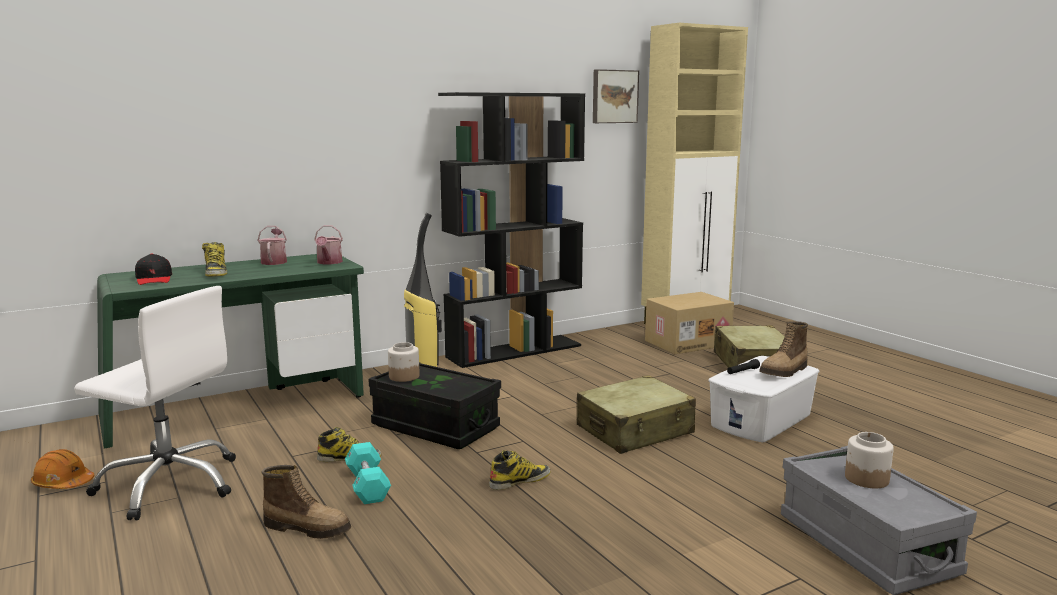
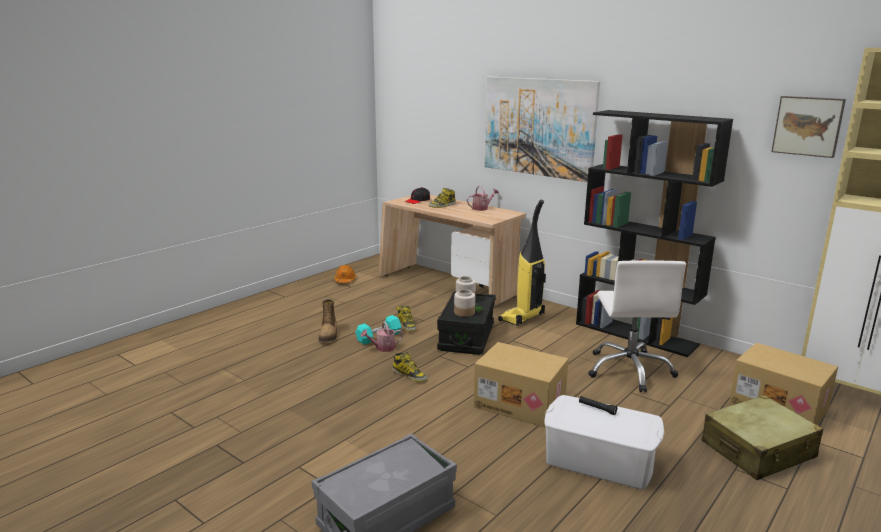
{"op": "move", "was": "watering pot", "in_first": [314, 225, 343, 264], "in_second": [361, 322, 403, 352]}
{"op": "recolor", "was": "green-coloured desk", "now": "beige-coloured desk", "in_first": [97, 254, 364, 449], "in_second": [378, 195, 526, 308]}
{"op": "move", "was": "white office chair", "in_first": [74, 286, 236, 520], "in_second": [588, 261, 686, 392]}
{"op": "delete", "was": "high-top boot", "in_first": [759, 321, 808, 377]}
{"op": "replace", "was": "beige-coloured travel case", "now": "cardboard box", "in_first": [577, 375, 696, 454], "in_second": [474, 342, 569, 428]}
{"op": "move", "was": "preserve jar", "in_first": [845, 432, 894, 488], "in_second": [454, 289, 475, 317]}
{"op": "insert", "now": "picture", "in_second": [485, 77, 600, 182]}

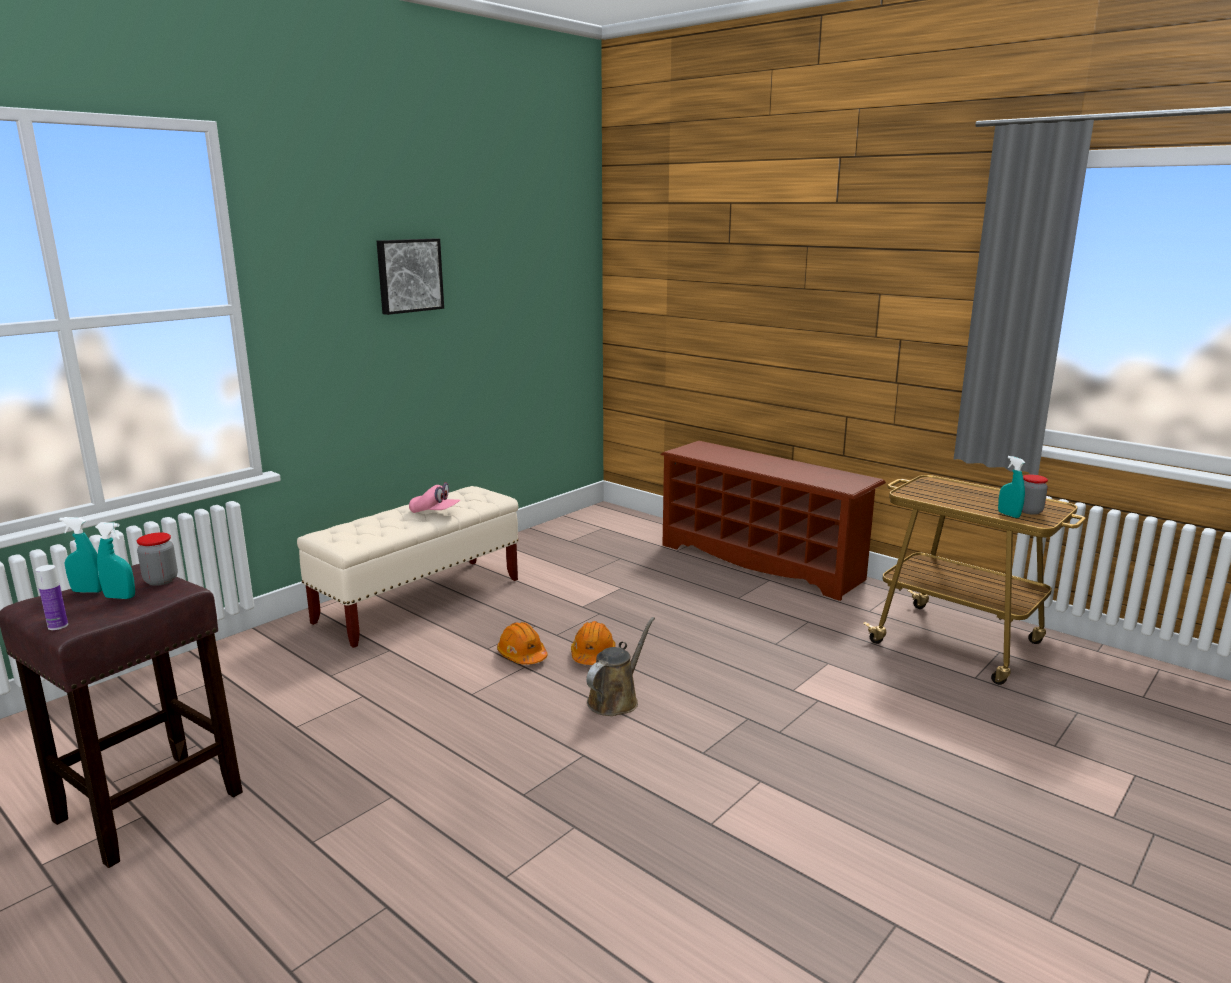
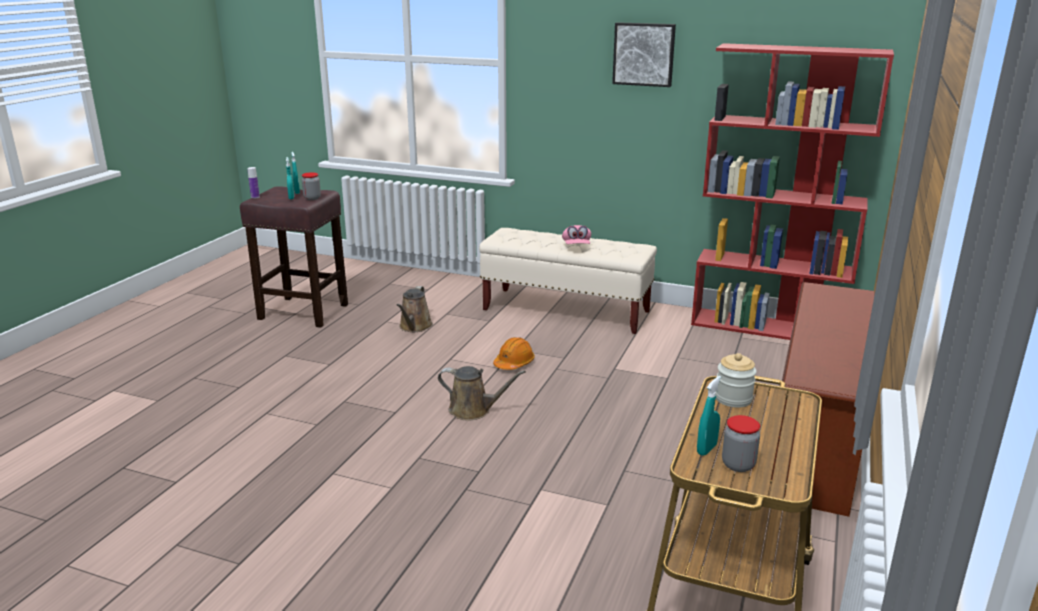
{"op": "delete", "was": "orange work helmet", "in_first": [571, 621, 616, 665]}
{"op": "insert", "now": "reddish shelving unit", "in_second": [691, 43, 894, 340]}
{"op": "insert", "now": "brownish watering pot", "in_second": [397, 286, 433, 332]}
{"op": "insert", "now": "preserve jar", "in_second": [715, 353, 757, 408]}

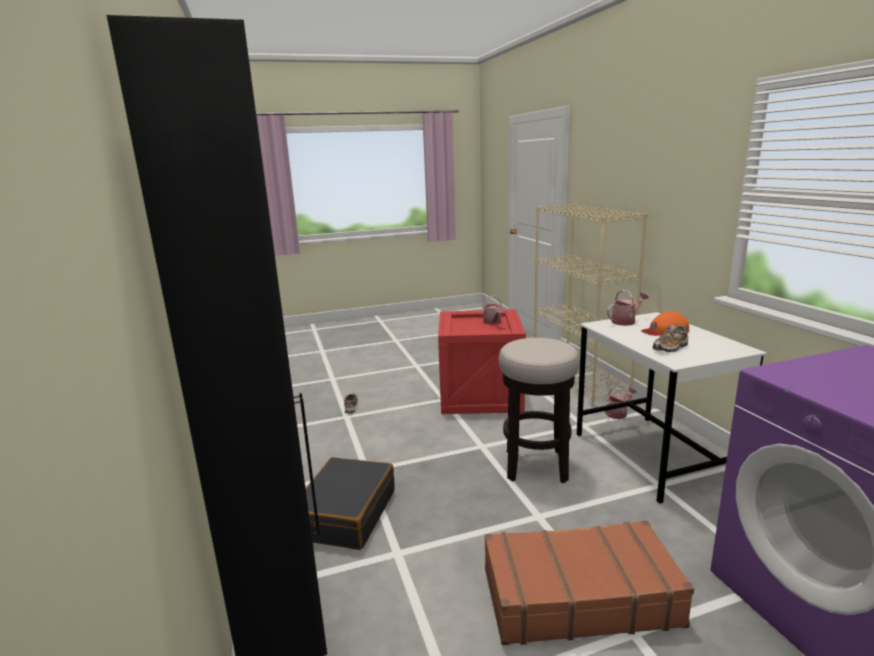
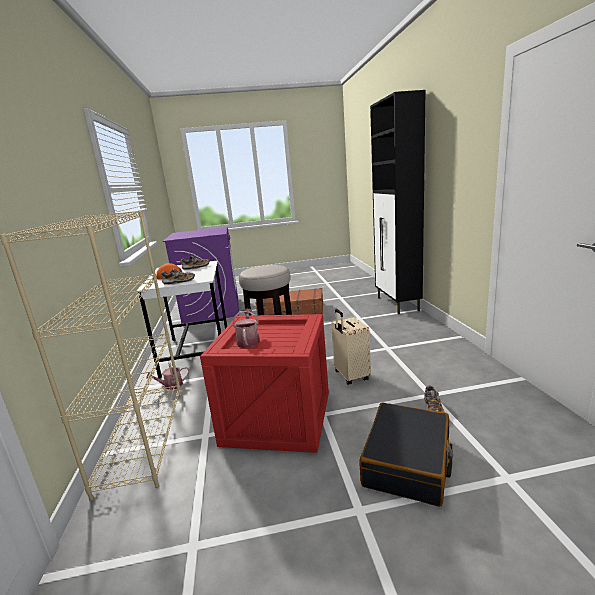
{"op": "replace", "was": "watering pot", "now": "item of footwear", "in_first": [607, 290, 649, 326], "in_second": [160, 268, 195, 285]}
{"op": "move", "was": "black travel case", "in_first": [306, 457, 395, 550], "in_second": [359, 403, 453, 507]}
{"op": "insert", "now": "beige-coloured travel case", "in_second": [331, 309, 371, 385]}

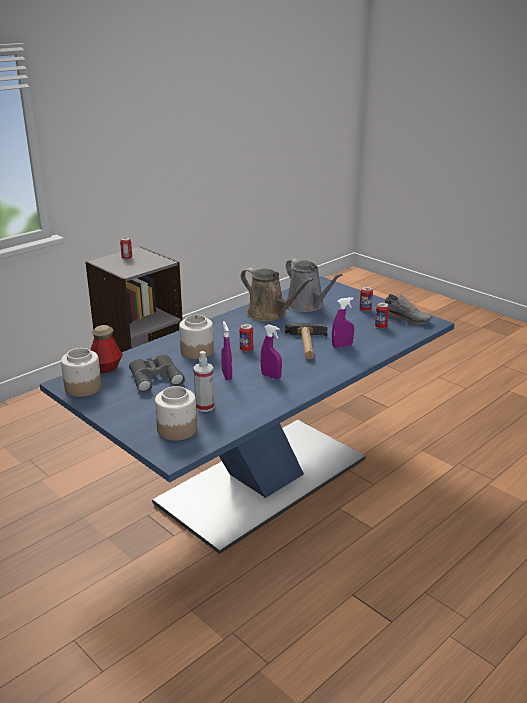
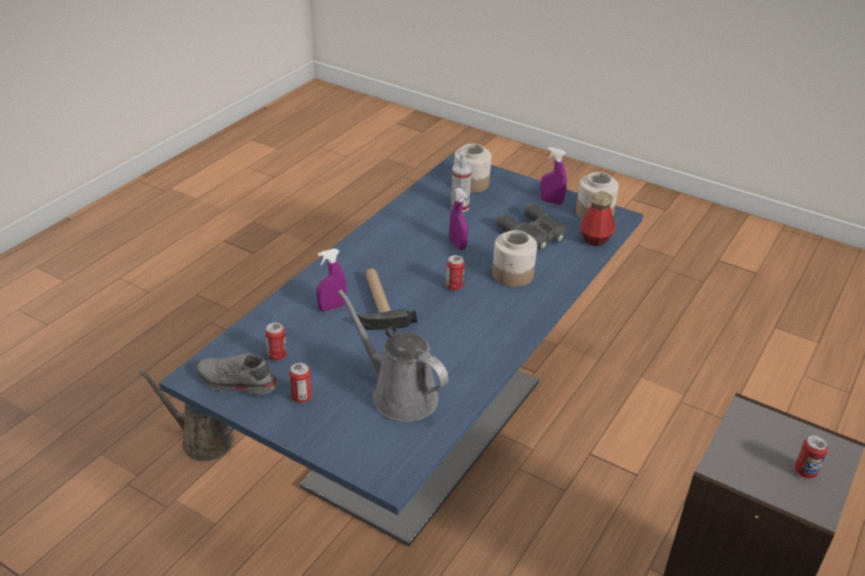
{"op": "move", "was": "brownish watering pot", "in_first": [241, 268, 314, 321], "in_second": [139, 370, 234, 461]}
{"op": "move", "was": "purple spray bottle", "in_first": [260, 324, 282, 379], "in_second": [540, 147, 567, 205]}

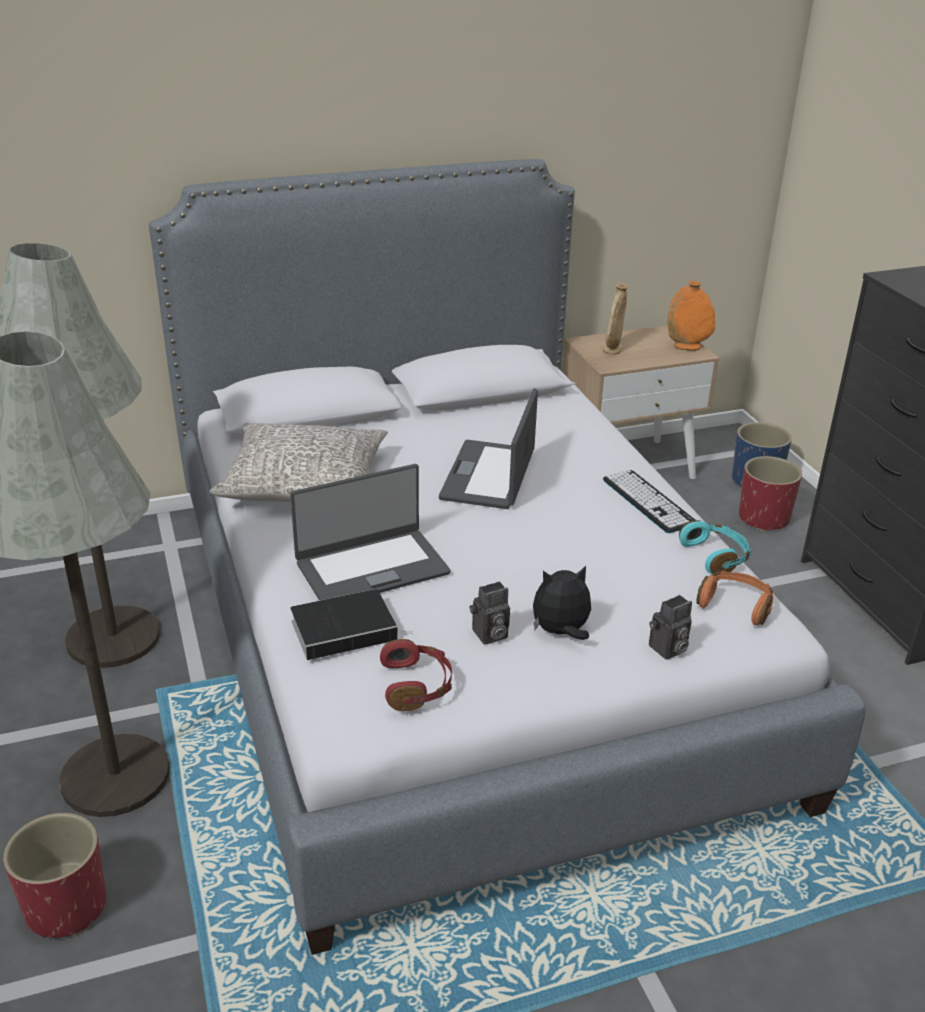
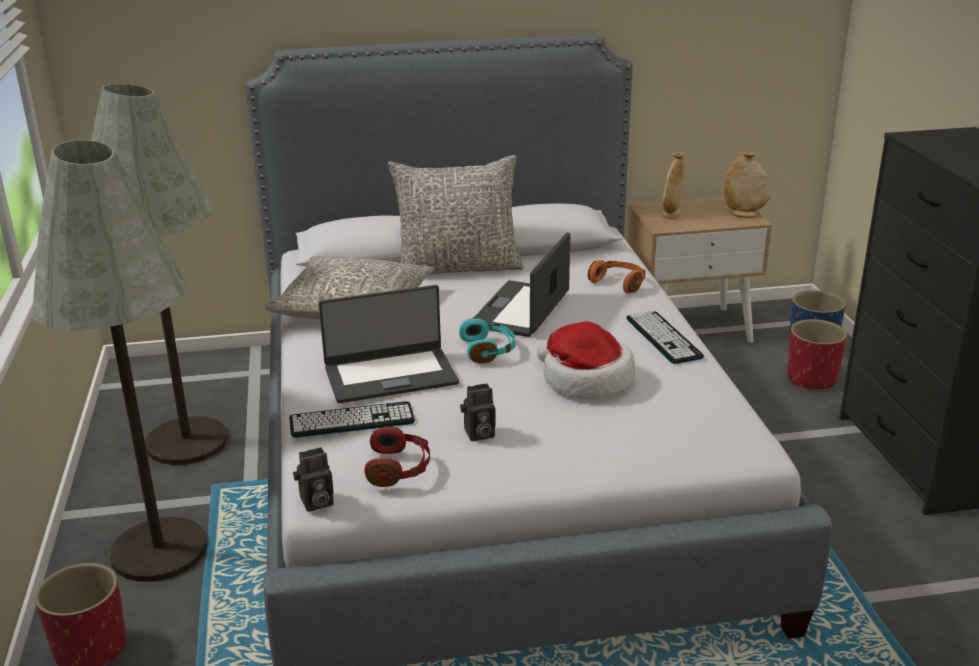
{"op": "recolor", "was": "orange vase", "now": "beige-coloured vase", "in_first": [667, 281, 715, 351], "in_second": [724, 152, 770, 218]}
{"op": "move", "was": "blue-green headset", "in_first": [679, 520, 752, 574], "in_second": [459, 318, 515, 364]}
{"op": "delete", "was": "soft toy", "in_first": [533, 566, 591, 640]}
{"op": "move", "was": "orange headset", "in_first": [696, 571, 773, 625], "in_second": [588, 260, 645, 293]}
{"op": "replace", "was": "book", "now": "computer keyboard", "in_first": [290, 589, 413, 660], "in_second": [289, 401, 415, 438]}
{"op": "move", "was": "photo camera", "in_first": [649, 595, 692, 660], "in_second": [293, 447, 334, 512]}
{"op": "insert", "now": "greyish cushion", "in_second": [388, 155, 524, 275]}
{"op": "insert", "now": "hat", "in_second": [537, 321, 635, 399]}

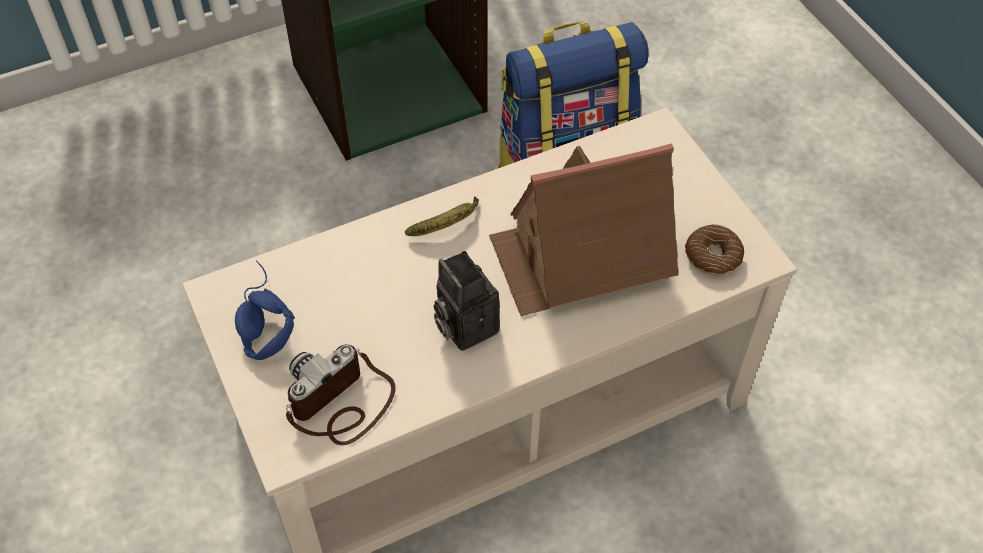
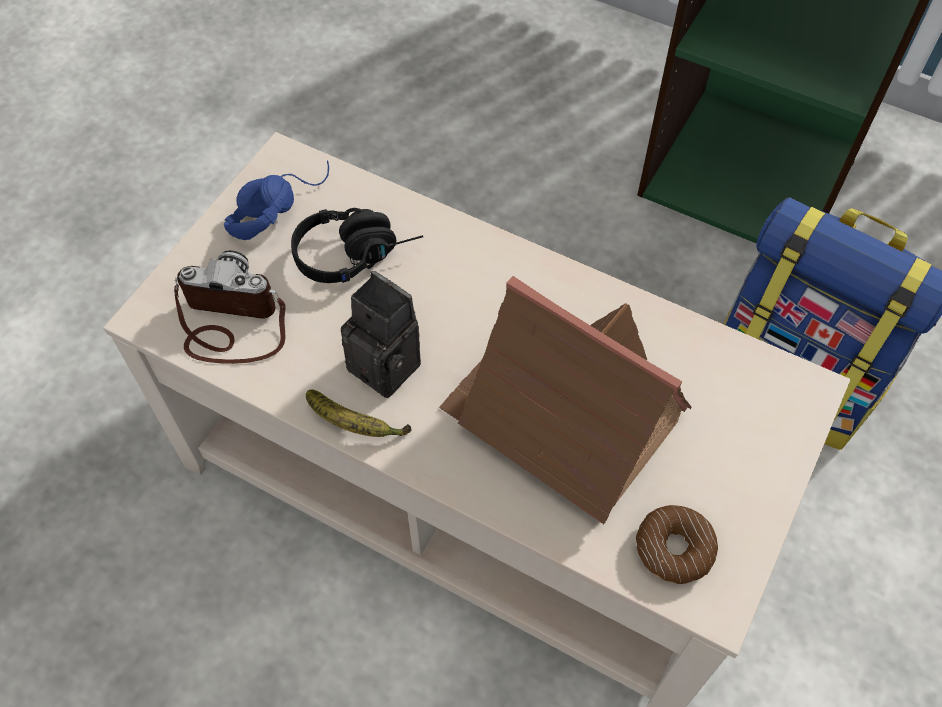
{"op": "move", "was": "banana", "in_first": [405, 196, 479, 236], "in_second": [306, 389, 412, 437]}
{"op": "rotate", "was": "photo camera", "in_first": [434, 251, 500, 351], "in_second": [341, 271, 421, 398], "clockwise": 105}
{"op": "insert", "now": "black headset", "in_second": [291, 208, 423, 283]}

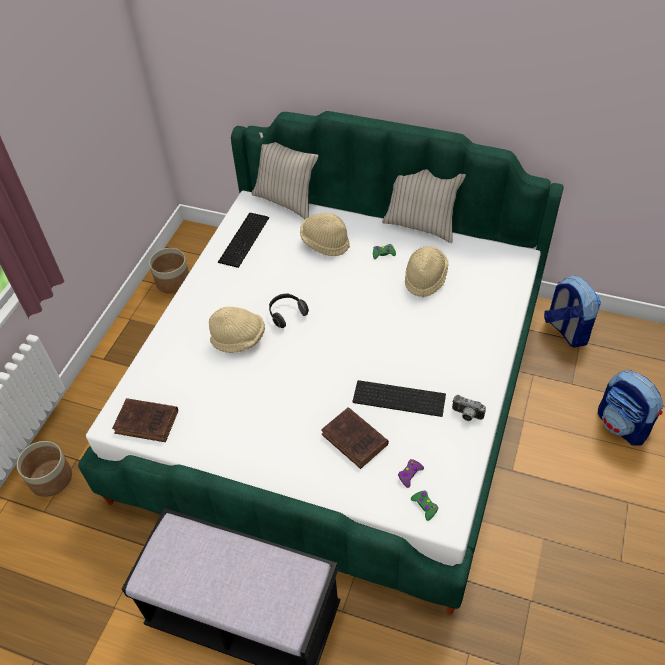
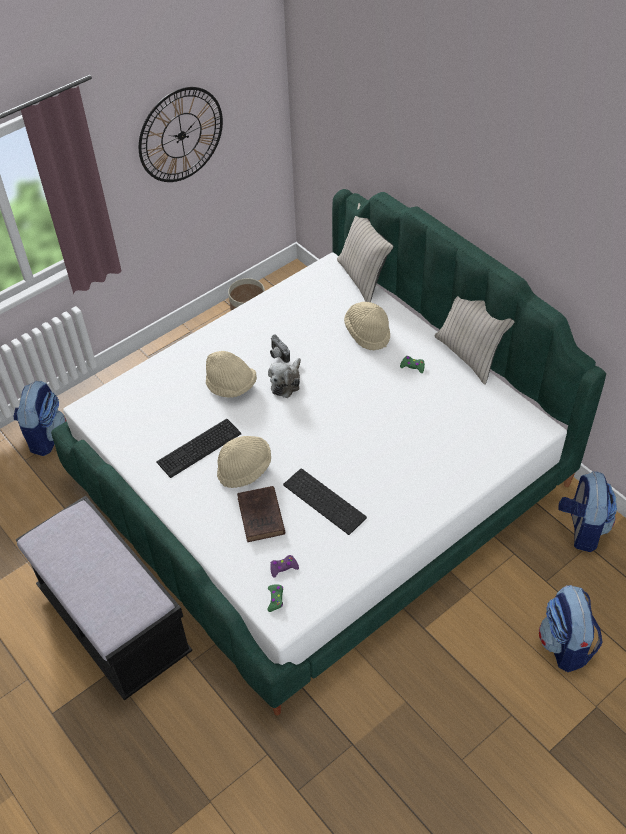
{"op": "move", "was": "computer keyboard", "in_first": [218, 213, 269, 268], "in_second": [156, 419, 241, 478]}
{"op": "move", "was": "beige-coloured hat", "in_first": [405, 246, 449, 297], "in_second": [217, 436, 271, 488]}
{"op": "replace", "was": "headset", "now": "soft toy", "in_first": [269, 294, 309, 328], "in_second": [268, 358, 301, 398]}
{"op": "move", "was": "photo camera", "in_first": [452, 395, 486, 421], "in_second": [270, 334, 290, 363]}
{"op": "delete", "was": "brownish book", "in_first": [112, 398, 178, 442]}
{"op": "replace", "was": "flower pot", "now": "rucksack", "in_first": [17, 441, 72, 497], "in_second": [13, 381, 66, 456]}
{"op": "insert", "now": "clock on the wall", "in_second": [139, 87, 223, 182]}

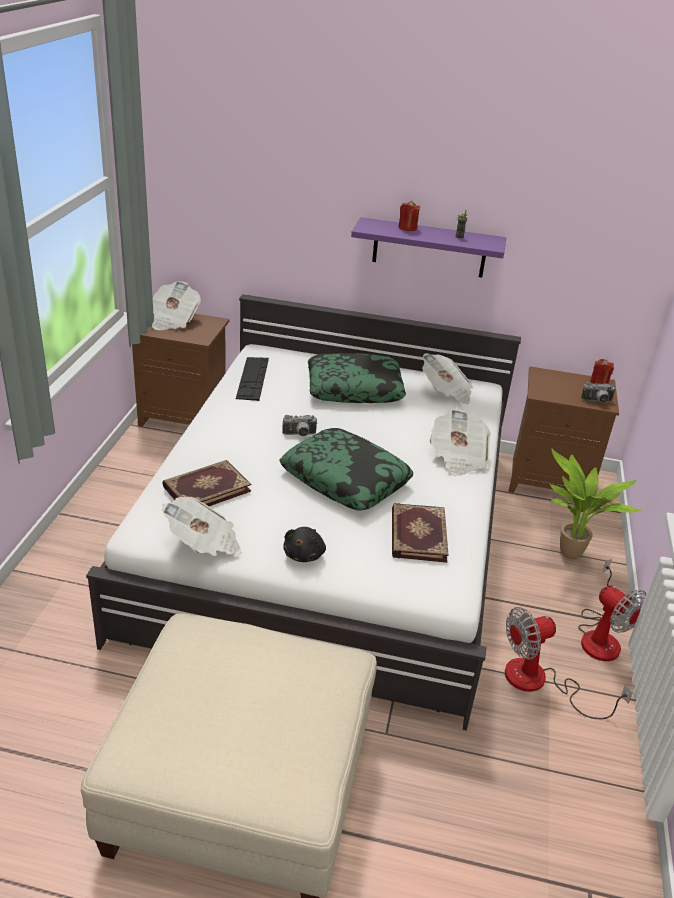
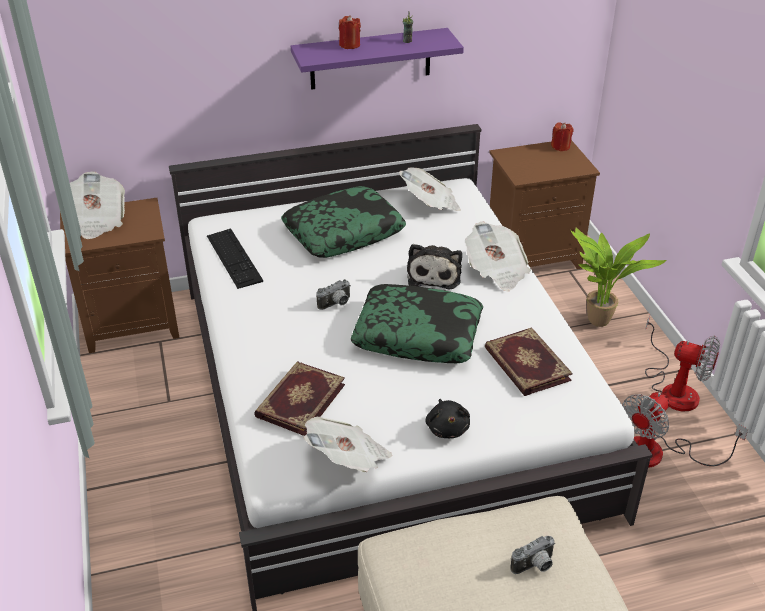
{"op": "move", "was": "photo camera", "in_first": [581, 382, 616, 403], "in_second": [510, 536, 555, 574]}
{"op": "insert", "now": "soft toy", "in_second": [407, 244, 462, 290]}

